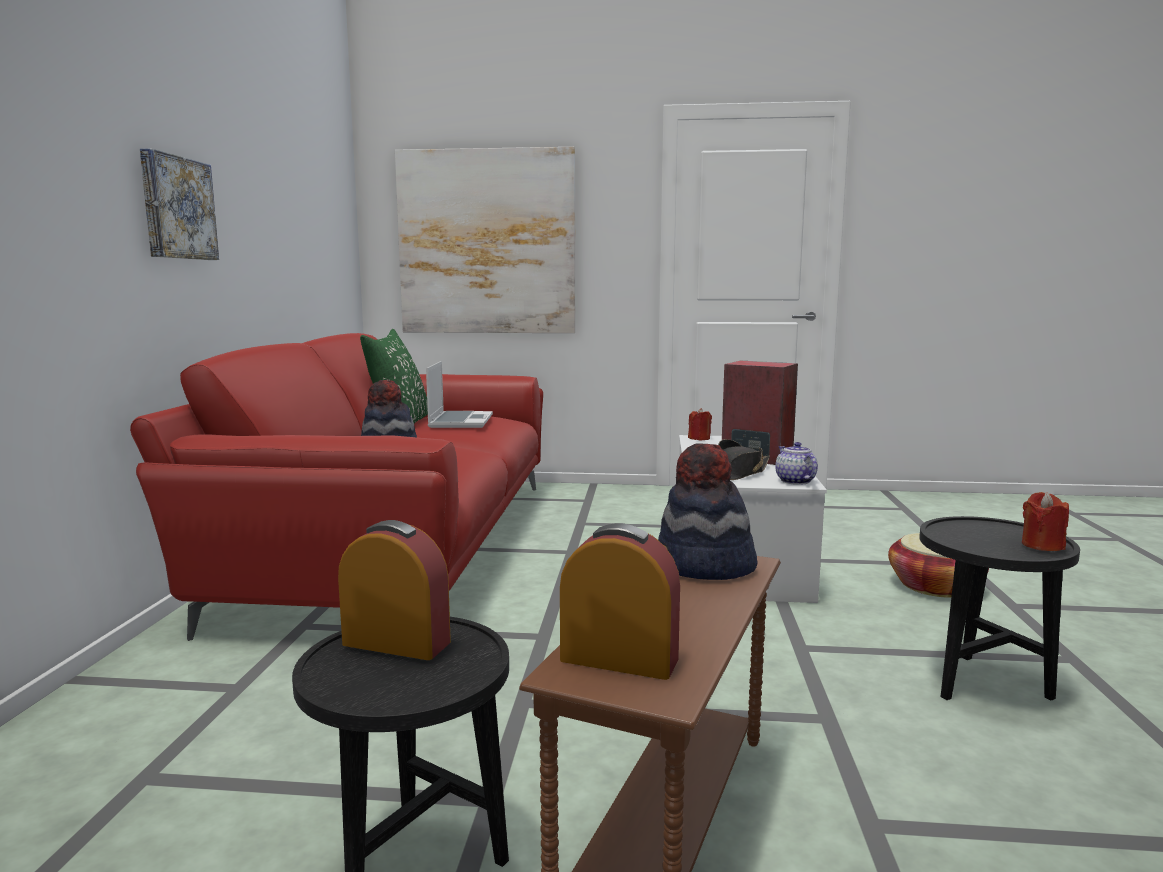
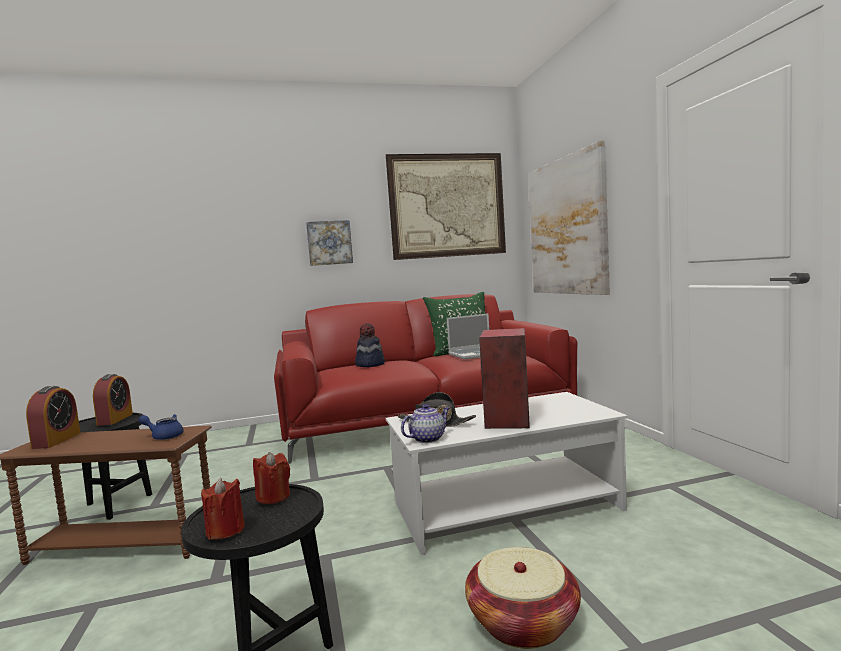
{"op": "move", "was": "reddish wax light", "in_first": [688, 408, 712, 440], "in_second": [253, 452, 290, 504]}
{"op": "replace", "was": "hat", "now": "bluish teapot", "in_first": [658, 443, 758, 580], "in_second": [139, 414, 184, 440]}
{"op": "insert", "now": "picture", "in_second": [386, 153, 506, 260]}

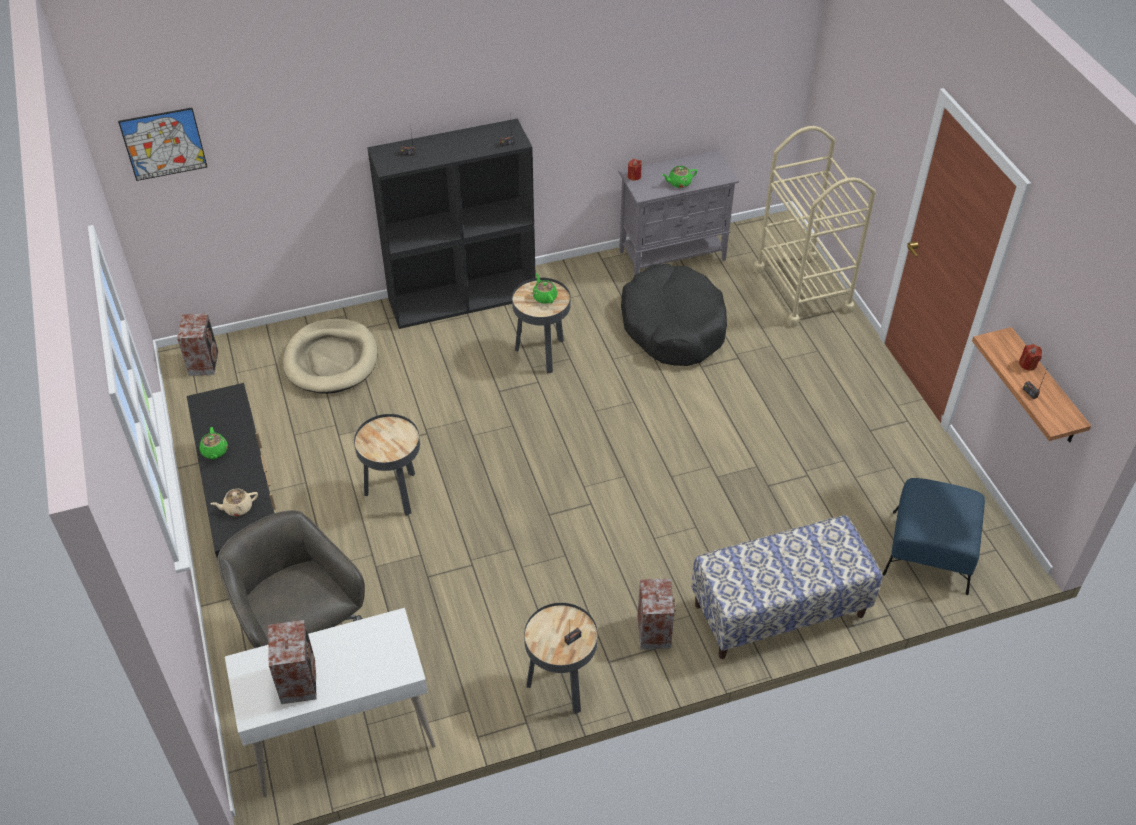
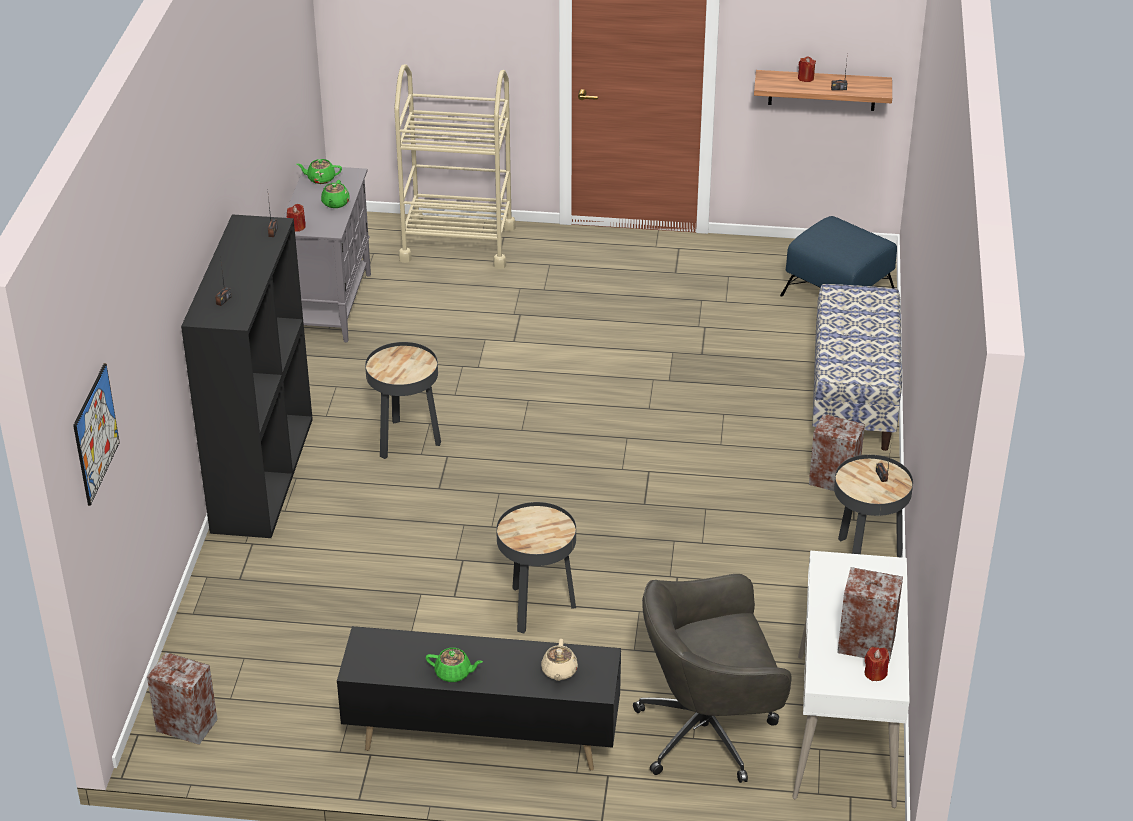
{"op": "delete", "was": "black dog bed", "in_first": [621, 264, 727, 366]}
{"op": "move", "was": "green-coloured teapot", "in_first": [532, 273, 558, 304], "in_second": [297, 159, 342, 184]}
{"op": "delete", "was": "beige-coloured dog bed", "in_first": [283, 319, 378, 394]}
{"op": "insert", "now": "reddish wax light", "in_second": [865, 647, 889, 681]}

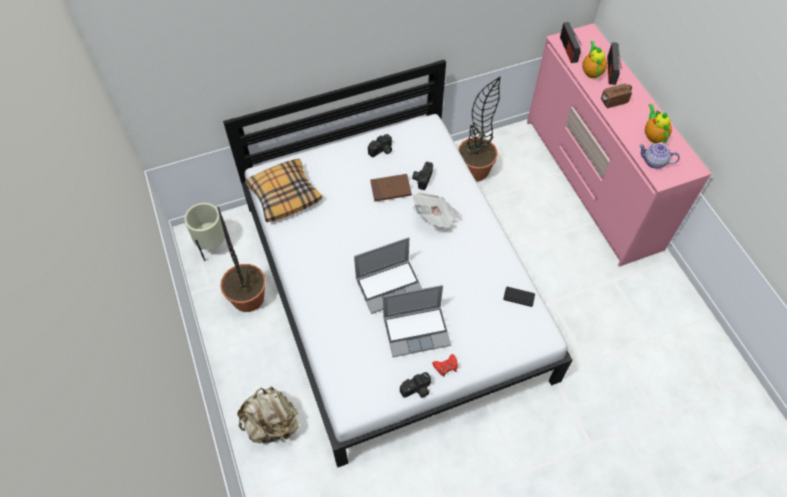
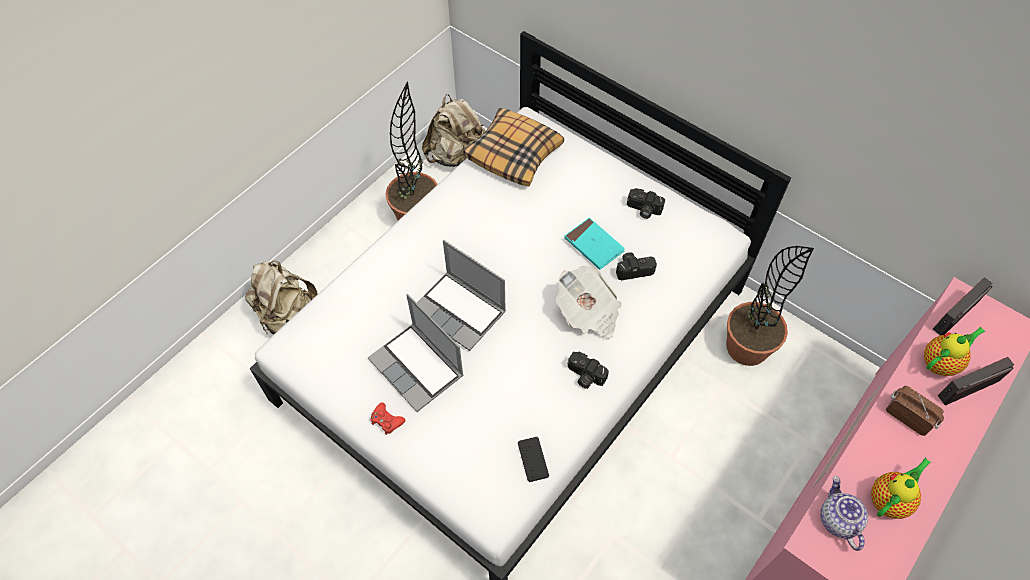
{"op": "recolor", "was": "brownish book", "now": "blue-green book", "in_first": [370, 174, 412, 202], "in_second": [564, 217, 625, 270]}
{"op": "replace", "was": "beige-coloured flower pot", "now": "beige-coloured rucksack", "in_first": [184, 203, 225, 261], "in_second": [422, 94, 485, 167]}
{"op": "move", "was": "photo camera", "in_first": [400, 372, 431, 398], "in_second": [567, 352, 609, 389]}

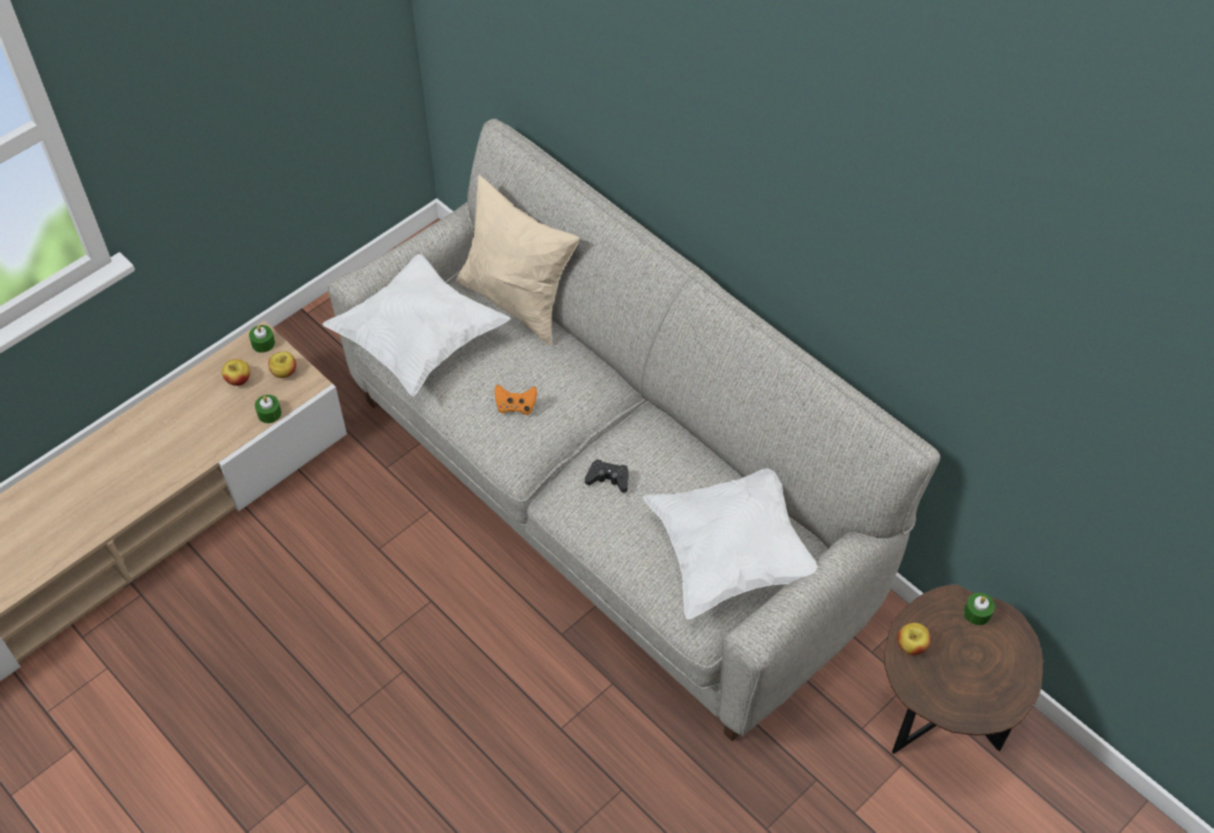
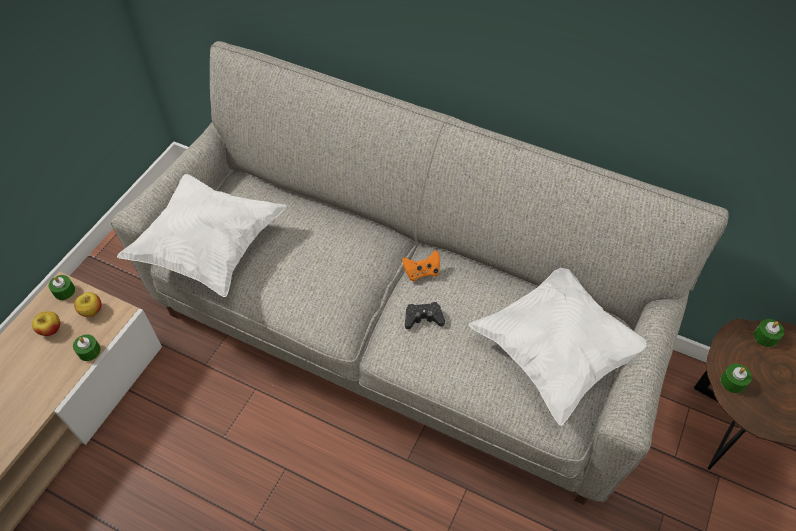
{"op": "delete", "was": "beige-coloured cushion", "in_first": [456, 175, 579, 346]}
{"op": "move", "was": "orange joypad", "in_first": [495, 384, 537, 415], "in_second": [402, 250, 440, 281]}
{"op": "replace", "was": "whole apple", "now": "green-coloured wax light", "in_first": [897, 623, 930, 655], "in_second": [720, 364, 752, 393]}

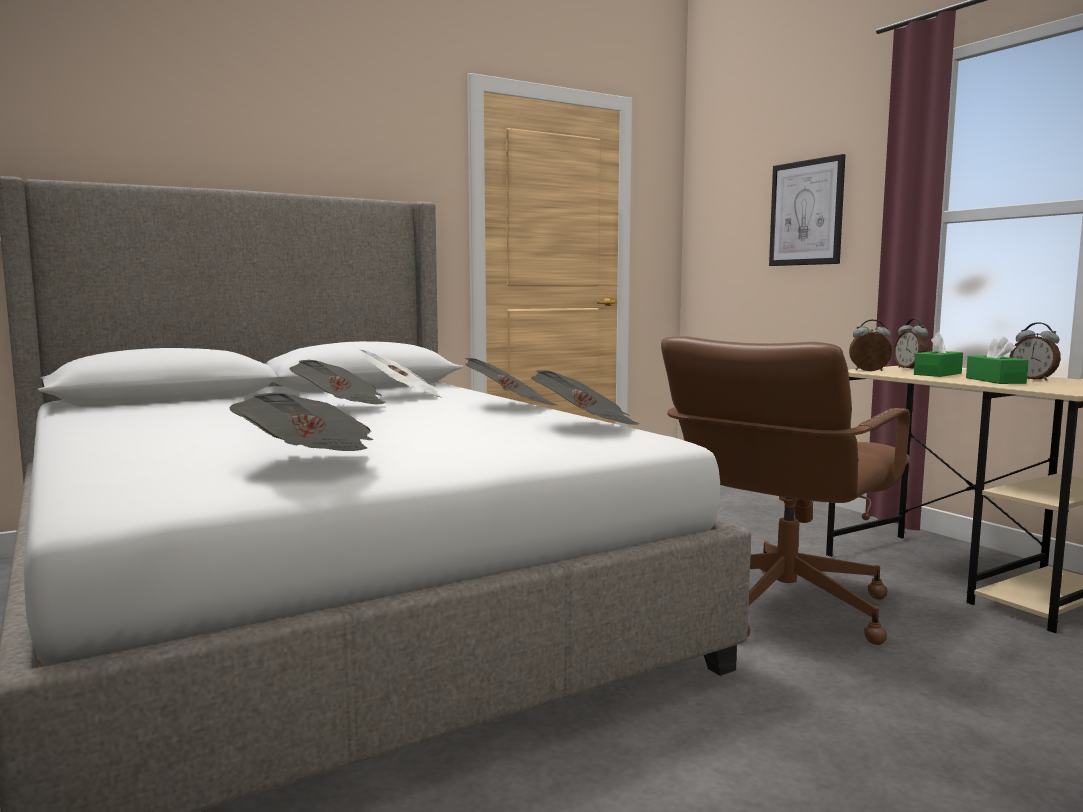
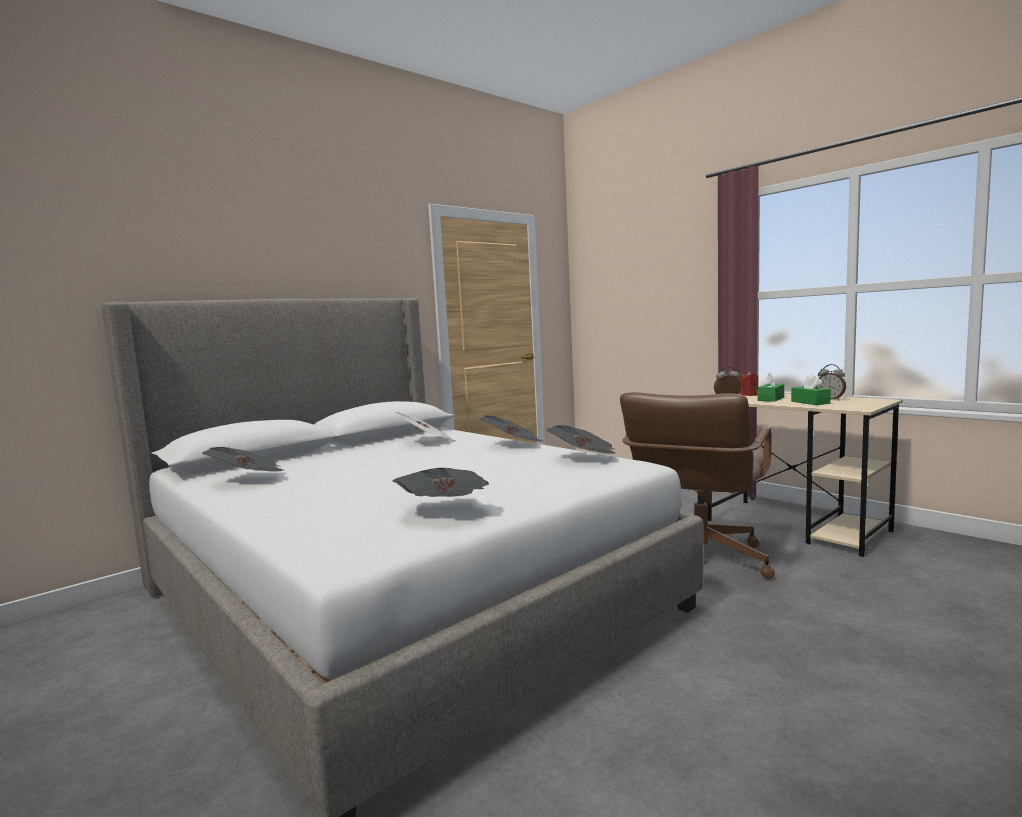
{"op": "delete", "was": "picture", "in_first": [769, 154, 845, 266]}
{"op": "replace", "was": "table clock", "now": "reddish wax light", "in_first": [893, 318, 928, 369], "in_second": [739, 372, 759, 396]}
{"op": "move", "was": "printed paper", "in_first": [290, 360, 385, 404], "in_second": [202, 447, 283, 472]}

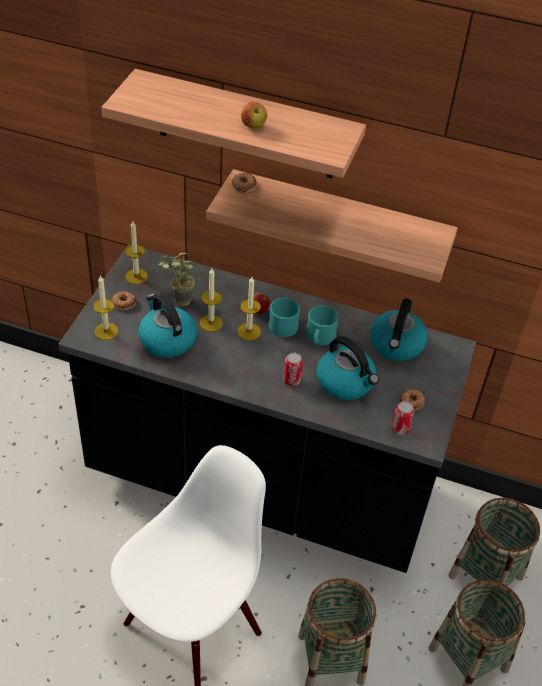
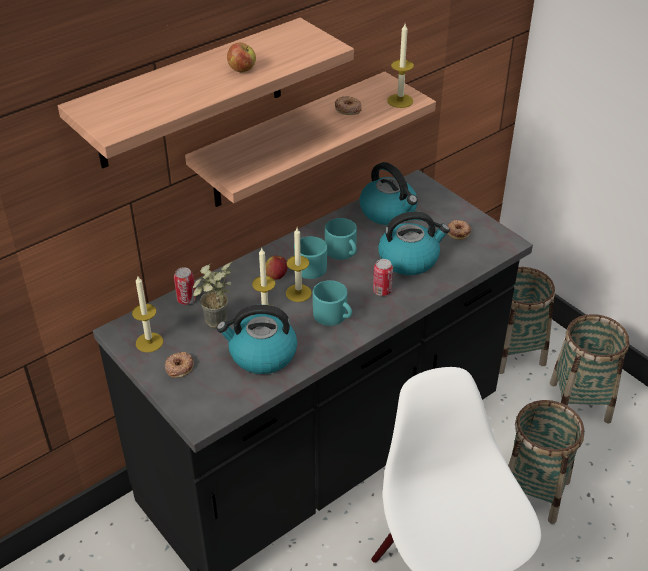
{"op": "move", "was": "ring doughnut", "in_first": [232, 172, 256, 193], "in_second": [335, 96, 362, 115]}
{"op": "move", "was": "wax light", "in_first": [93, 275, 118, 340], "in_second": [387, 24, 414, 108]}
{"op": "move", "was": "metal can", "in_first": [391, 401, 414, 435], "in_second": [174, 267, 196, 305]}
{"op": "insert", "now": "blue-green mug", "in_second": [313, 280, 352, 326]}

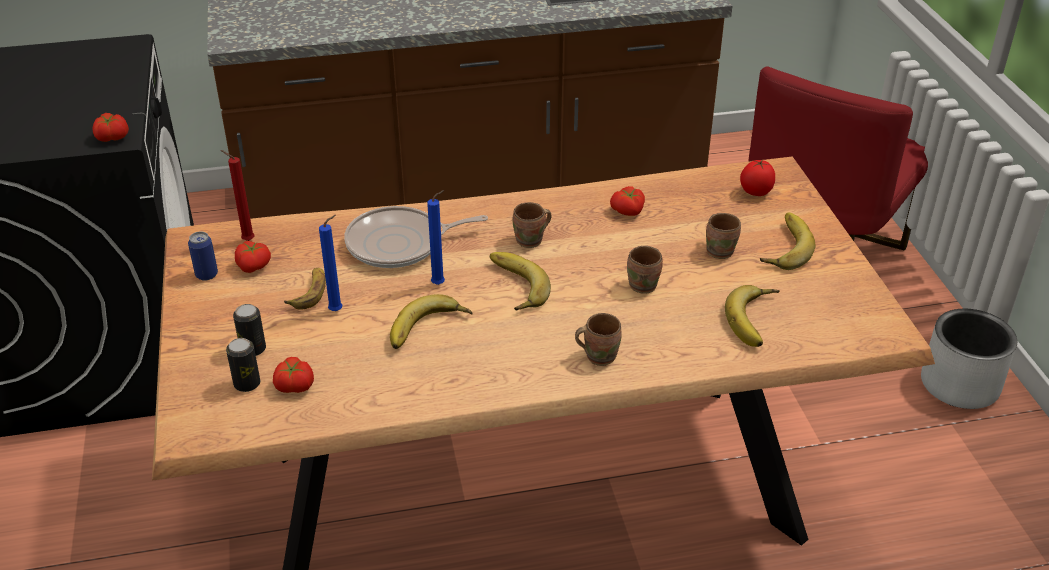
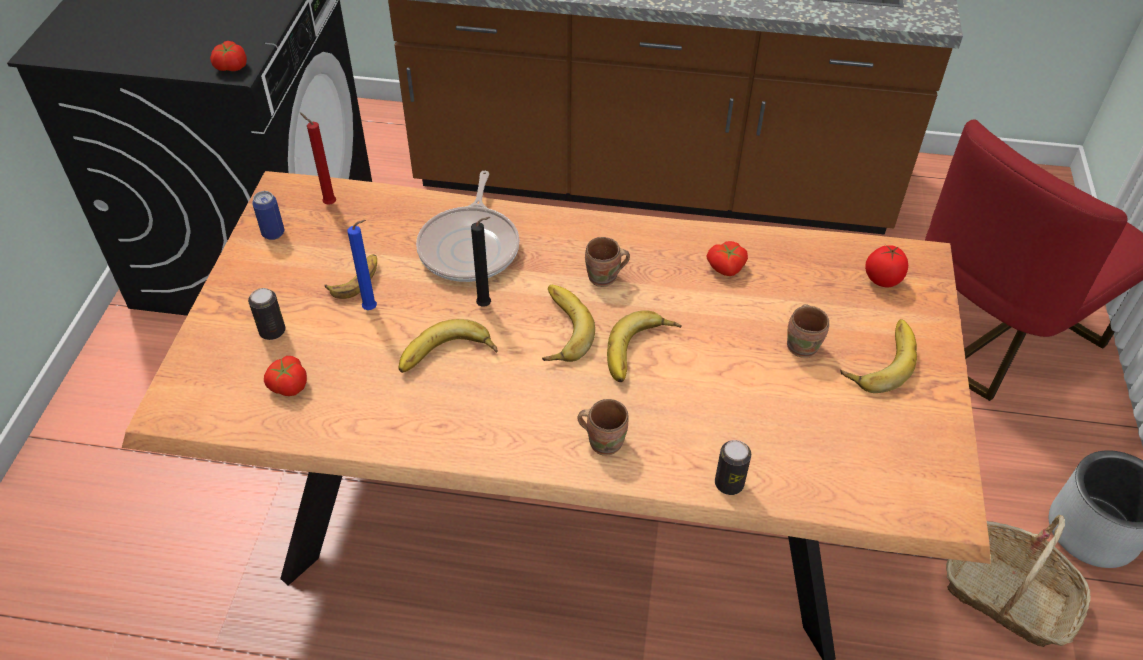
{"op": "recolor", "was": "bluish wax light", "now": "black wax light", "in_first": [427, 190, 445, 285], "in_second": [471, 217, 491, 307]}
{"op": "rotate", "was": "skillet", "in_first": [344, 206, 488, 268], "in_second": [416, 171, 519, 282], "clockwise": -90}
{"op": "delete", "was": "whole tomato", "in_first": [235, 241, 271, 273]}
{"op": "delete", "was": "brownish mug", "in_first": [627, 246, 663, 294]}
{"op": "move", "was": "banana", "in_first": [725, 285, 780, 347], "in_second": [607, 310, 682, 382]}
{"op": "move", "was": "metal can", "in_first": [226, 338, 260, 392], "in_second": [715, 440, 751, 495]}
{"op": "insert", "now": "storage basket", "in_second": [946, 515, 1091, 647]}

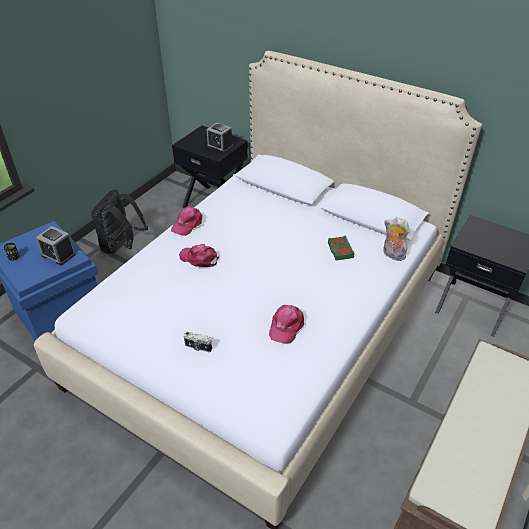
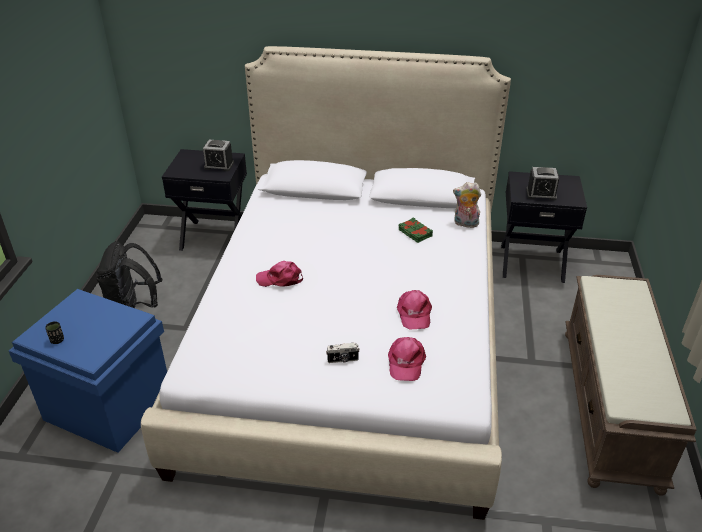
{"op": "move", "was": "pink-coloured cap", "in_first": [171, 206, 202, 236], "in_second": [388, 337, 426, 381]}
{"op": "move", "was": "table clock", "in_first": [36, 226, 76, 266], "in_second": [526, 167, 559, 200]}

